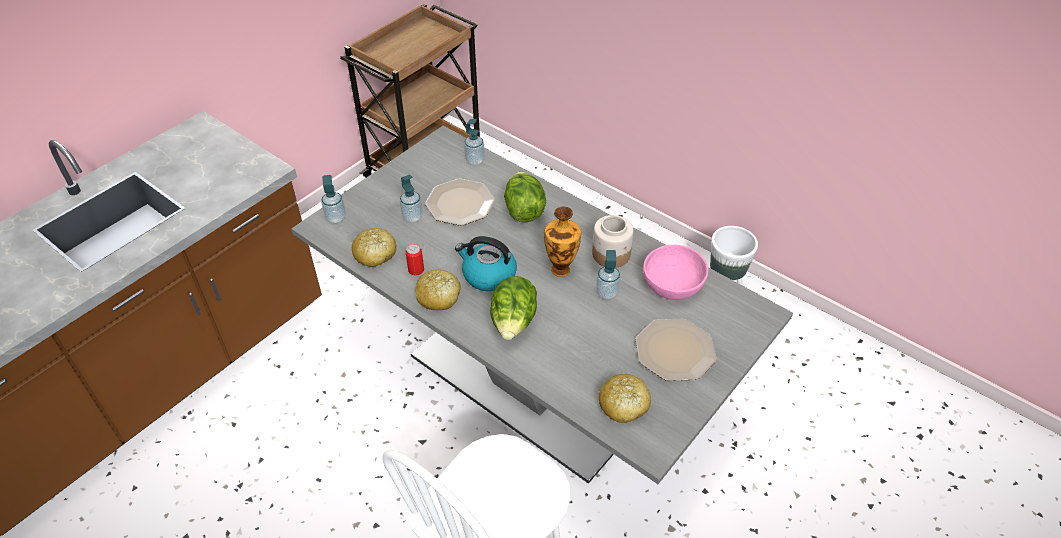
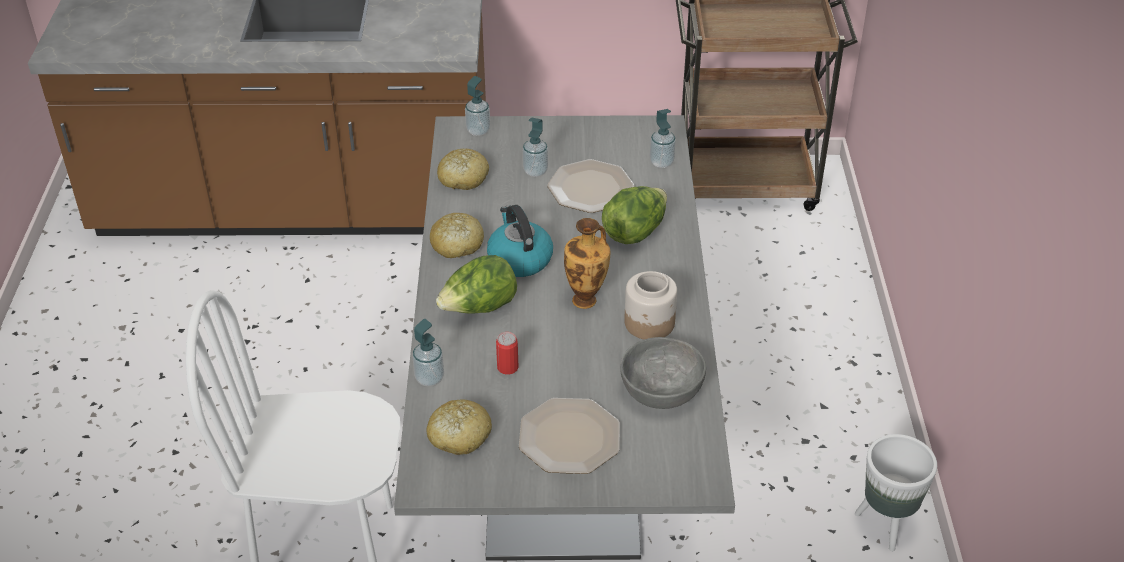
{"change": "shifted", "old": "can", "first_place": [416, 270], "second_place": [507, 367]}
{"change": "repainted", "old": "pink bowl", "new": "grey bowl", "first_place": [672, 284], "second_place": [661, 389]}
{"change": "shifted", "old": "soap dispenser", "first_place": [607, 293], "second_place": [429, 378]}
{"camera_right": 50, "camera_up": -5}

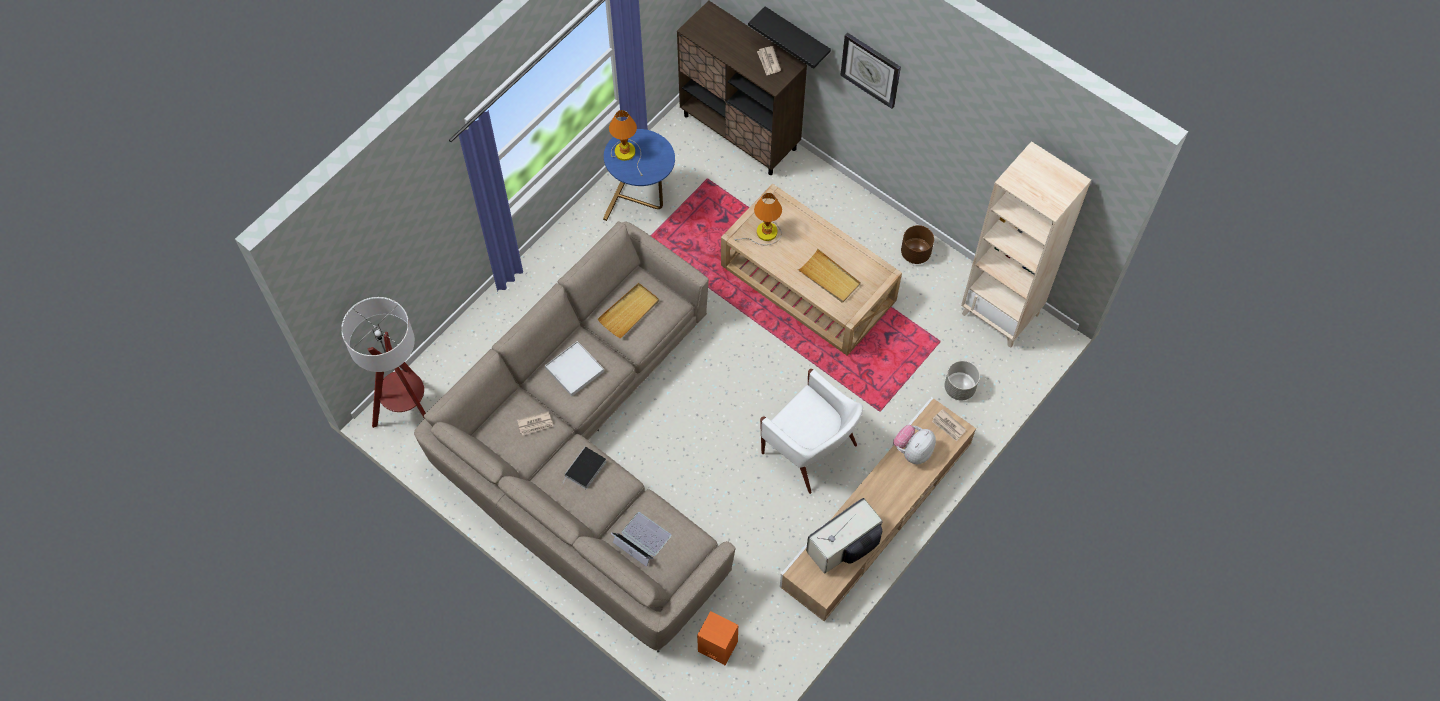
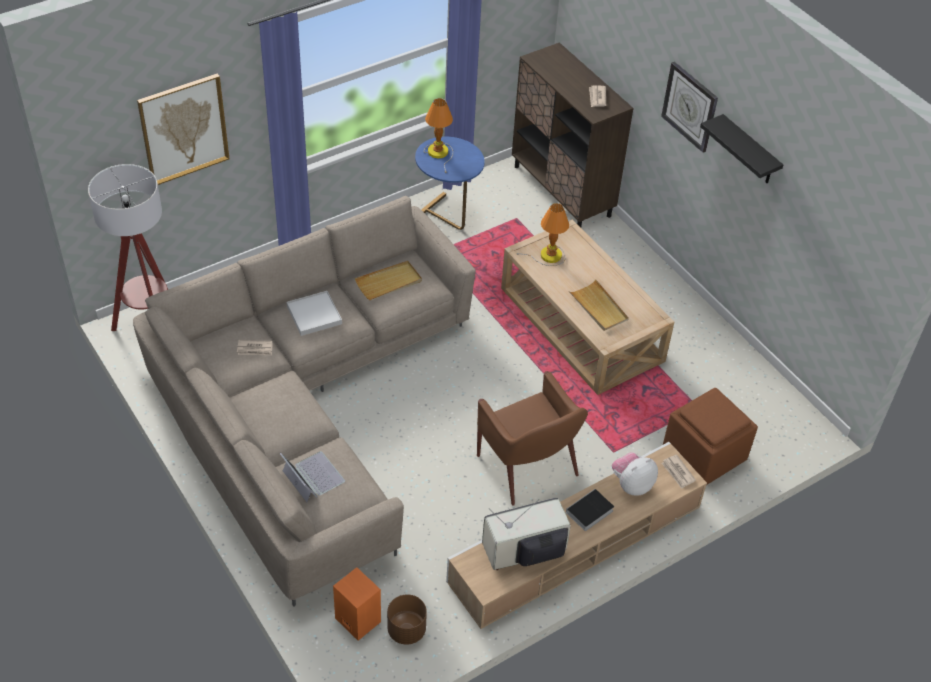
{"change": "shifted", "old": "black shelf", "first_place": [797, 37], "second_place": [749, 151]}
{"change": "gone", "old": "beige bookcase", "first_place": [1001, 314]}
{"change": "shifted", "old": "brown planter", "first_place": [915, 253], "second_place": [406, 630]}
{"change": "swapped", "old": "grey planter", "new": "brown ottoman", "first_place": [959, 388], "second_place": [705, 454]}
{"change": "repainted", "old": "white armchair", "new": "brown armchair", "first_place": [810, 451], "second_place": [528, 467]}
{"change": "shifted", "old": "book", "first_place": [585, 470], "second_place": [588, 512]}
{"change": "new", "new": "picture", "second_place": [184, 129]}
{"camera_right": 15, "camera_up": -15}

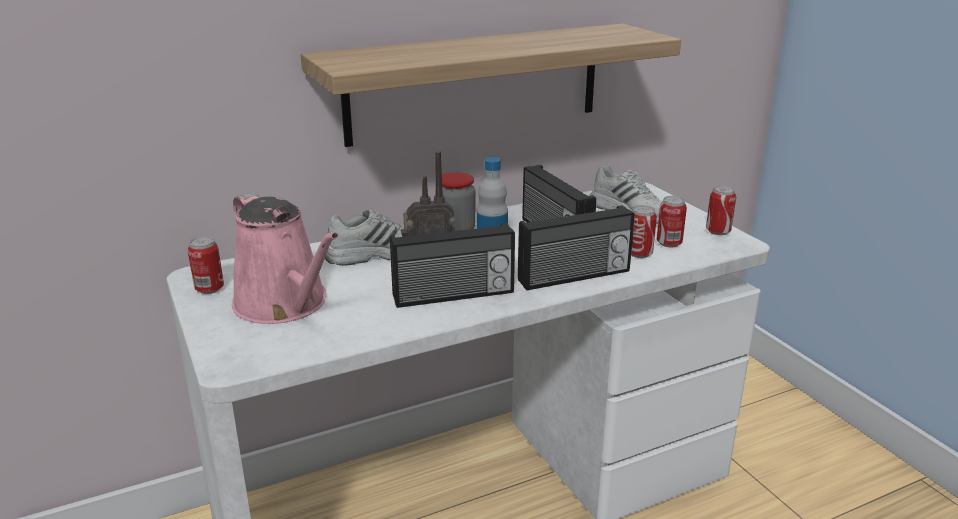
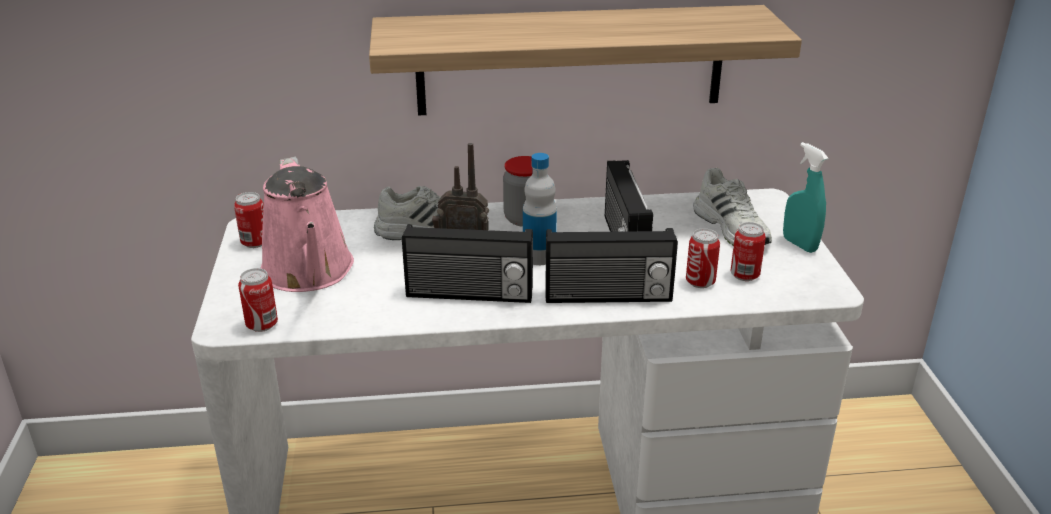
{"change": "shifted", "old": "can", "first_place": [718, 231], "second_place": [262, 325]}
{"change": "new", "new": "turquoise spray bottle", "second_place": [799, 244]}
{"camera_right": 20, "camera_up": 5}

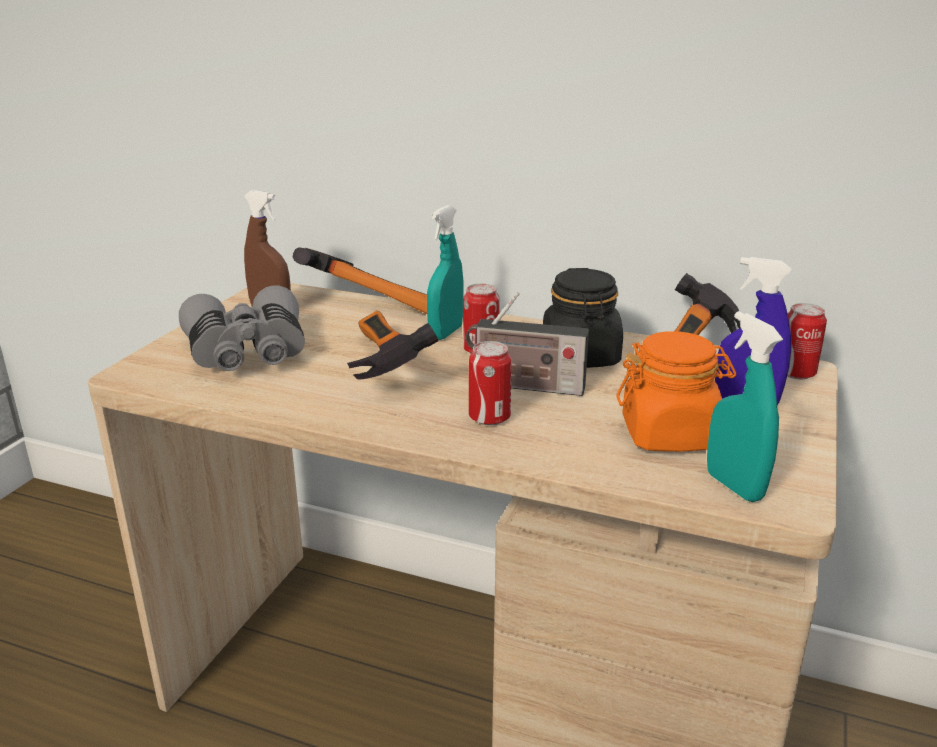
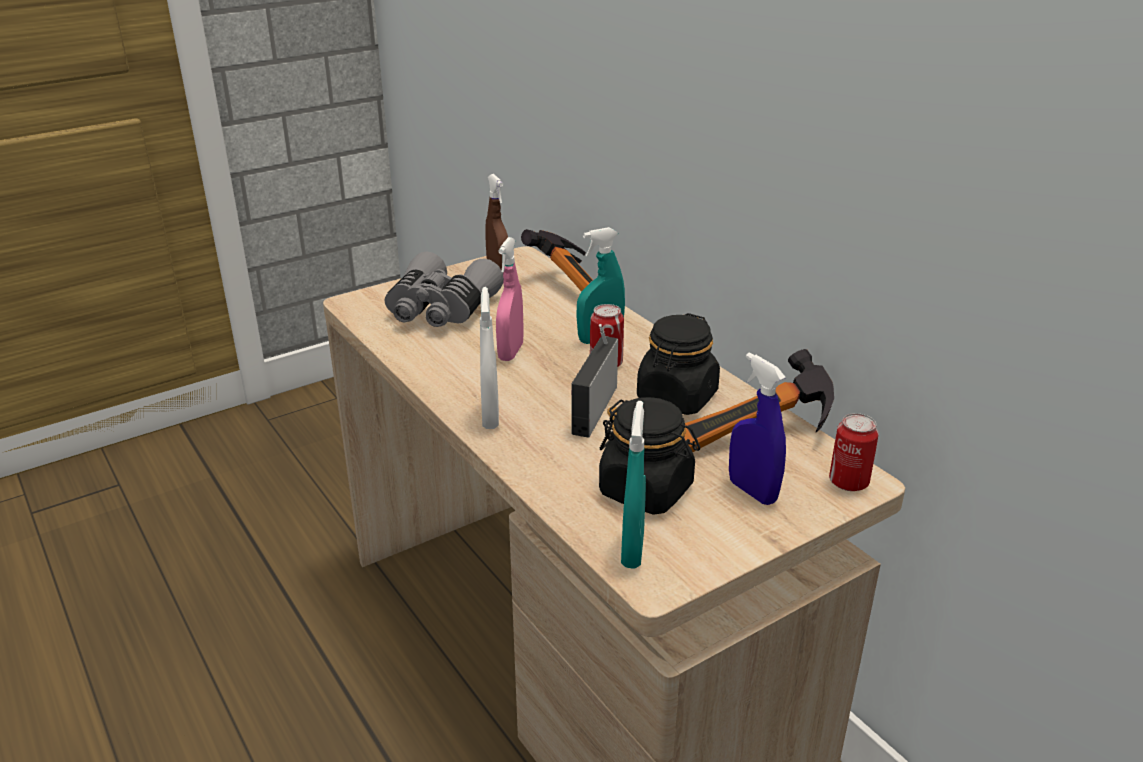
{"change": "rotated", "old": "radio", "first_place": [524, 386], "second_place": [595, 407], "degrees": 60}
{"change": "swapped", "old": "hammer", "new": "pink spray bottle", "first_place": [377, 367], "second_place": [510, 352]}
{"change": "repainted", "old": "orange jar", "new": "black jar", "first_place": [669, 435], "second_place": [646, 490]}
{"change": "gone", "old": "can", "first_place": [489, 417]}
{"change": "new", "new": "white spray bottle", "second_place": [490, 417]}
{"camera_right": 35, "camera_up": 5}

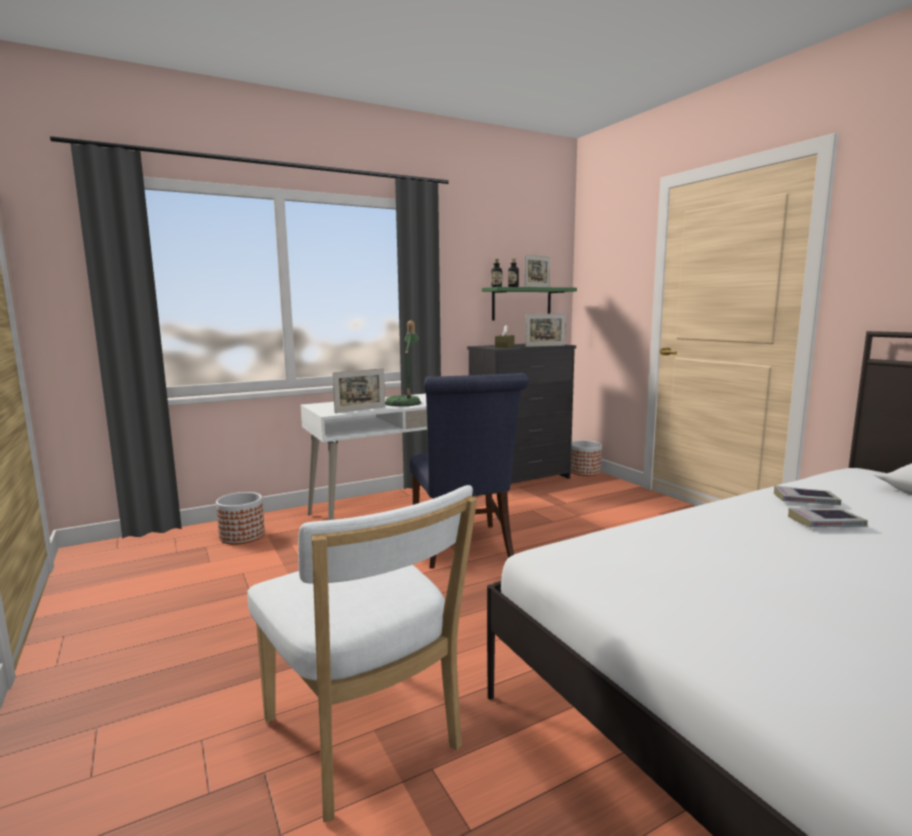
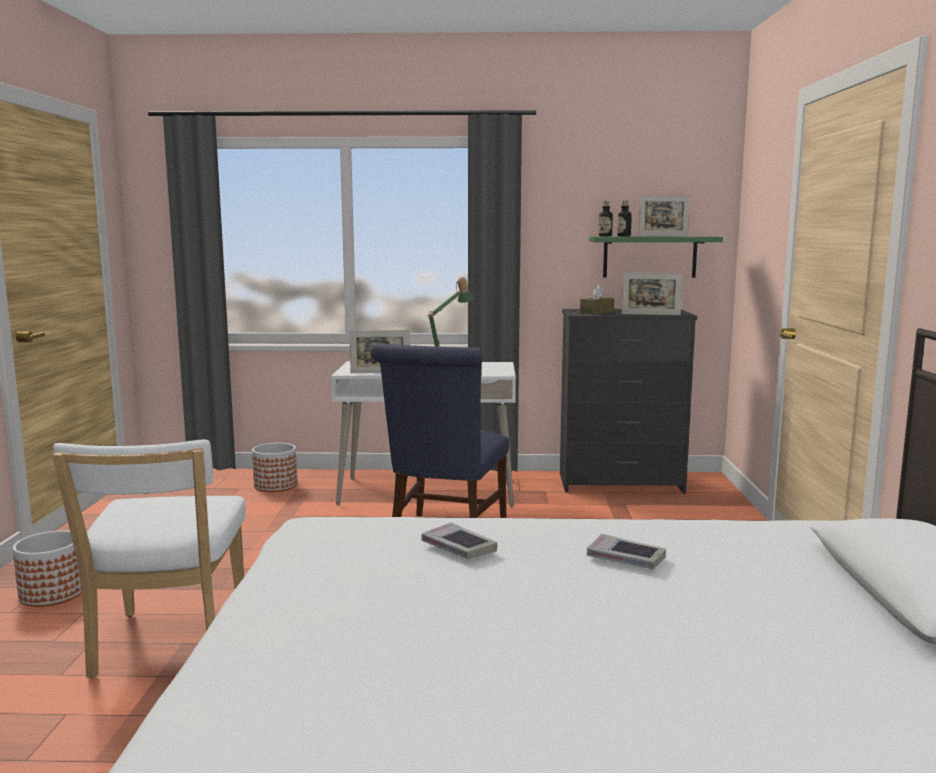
{"change": "shifted", "old": "planter", "first_place": [585, 471], "second_place": [53, 594]}
{"change": "shifted", "old": "book", "first_place": [805, 501], "second_place": [458, 547]}
{"camera_right": 30, "camera_up": 0}

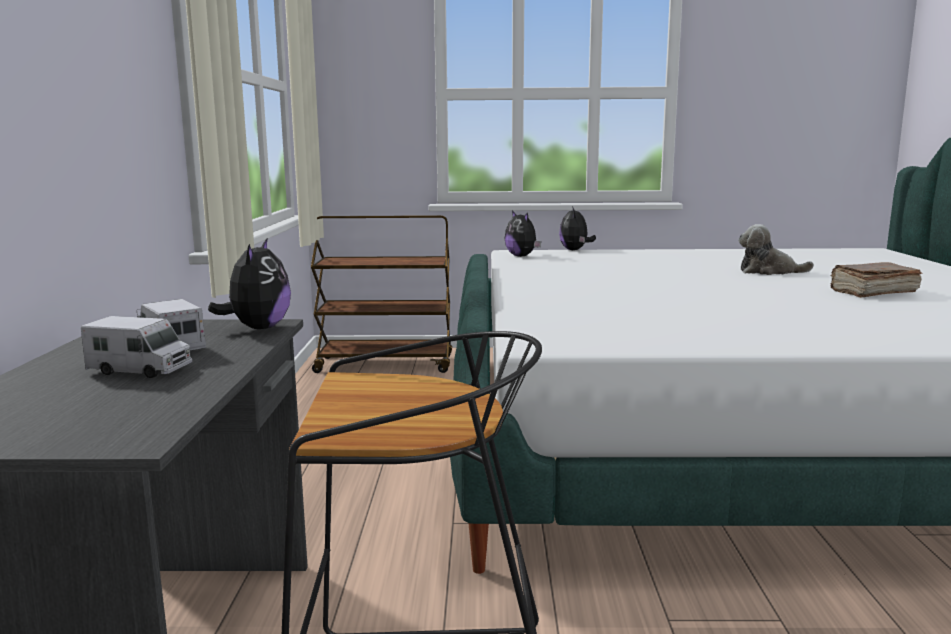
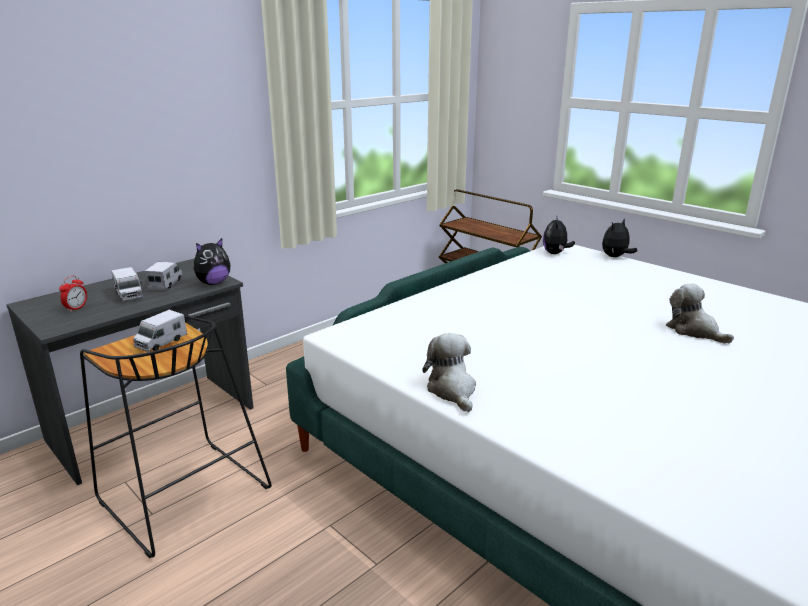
{"change": "gone", "old": "brown book", "first_place": [872, 292]}
{"change": "new", "new": "alarm clock", "second_place": [76, 308]}
{"change": "new", "new": "toy truck", "second_place": [161, 342]}
{"change": "new", "new": "plush toy", "second_place": [452, 390]}
{"camera_right": 45, "camera_up": 10}

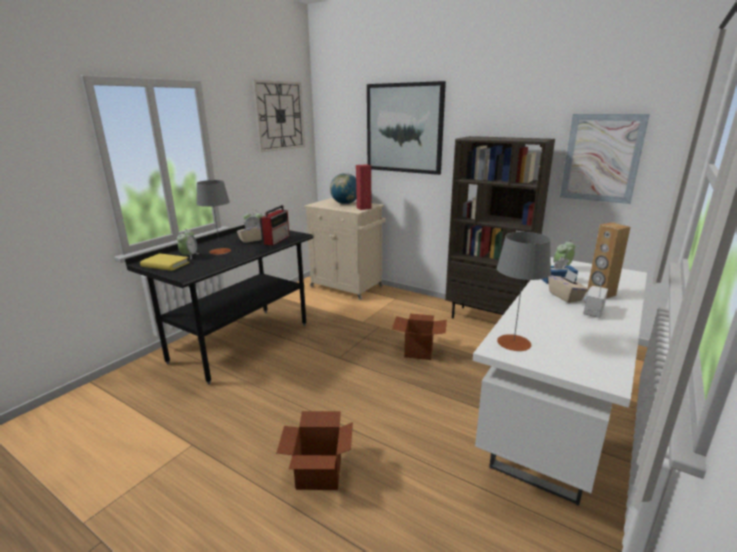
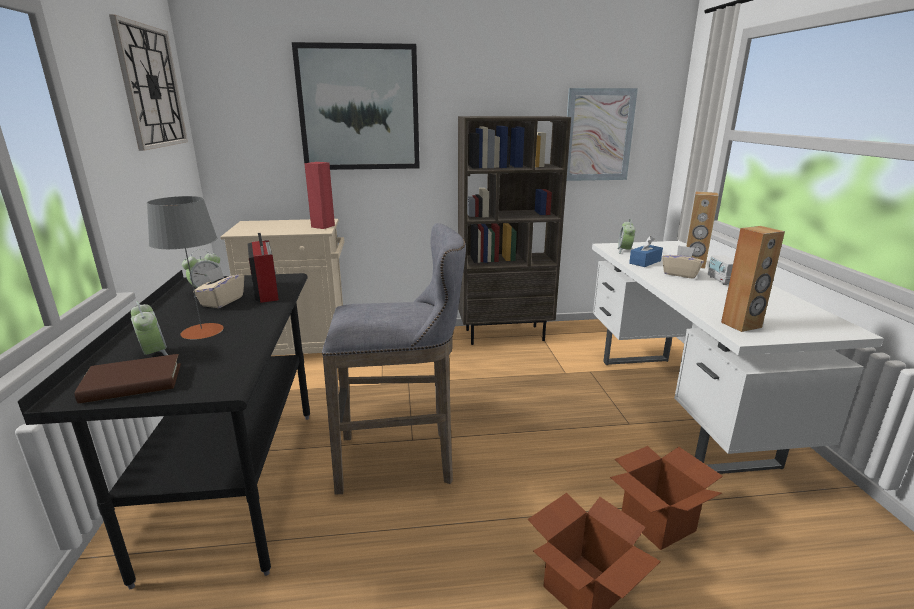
{"change": "gone", "old": "globe", "first_place": [345, 203]}
{"change": "swapped", "old": "grey table lamp", "new": "brown speaker", "first_place": [513, 343], "second_place": [741, 325]}
{"change": "repainted", "old": "yellow book", "new": "brown book", "first_place": [165, 264], "second_place": [132, 383]}
{"change": "shifted", "old": "cardboard box", "first_place": [419, 351], "second_place": [658, 523]}
{"change": "new", "new": "grey stool", "second_place": [402, 460]}
{"camera_right": -40, "camera_up": 0}

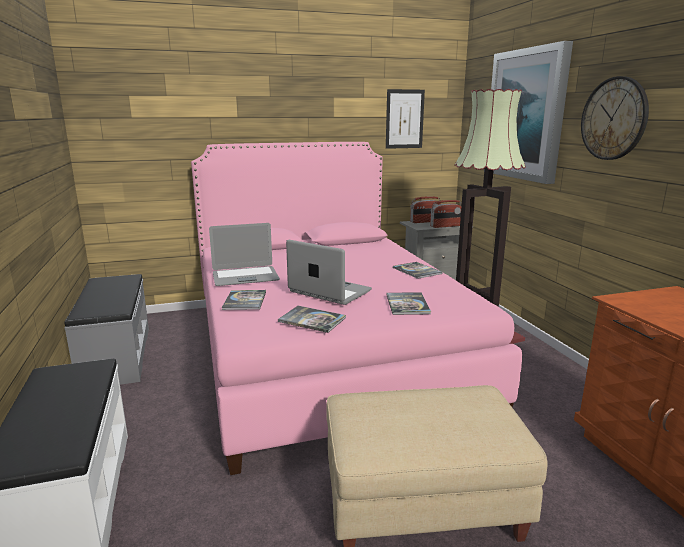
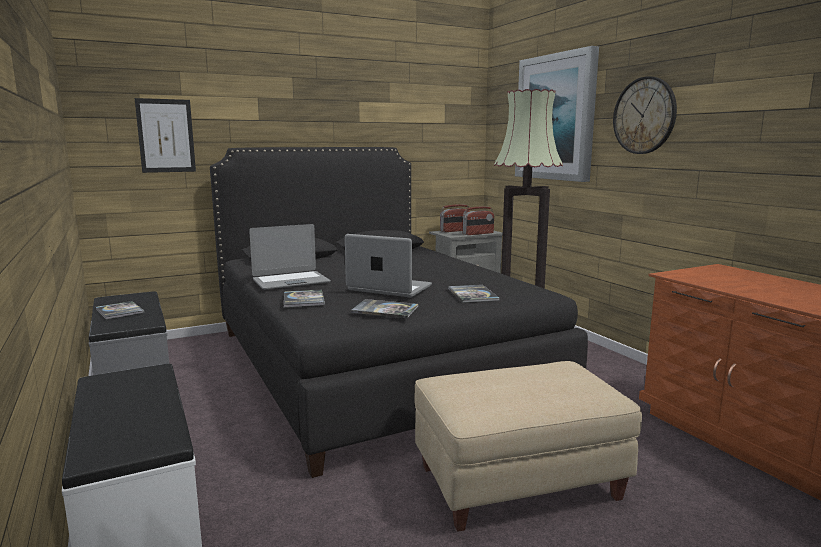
{"change": "shifted", "old": "picture", "first_place": [404, 119], "second_place": [166, 136]}
{"change": "repainted", "old": "pink bed", "new": "black bed", "first_place": [325, 353], "second_place": [373, 364]}
{"change": "shifted", "old": "book", "first_place": [416, 271], "second_place": [119, 311]}
{"camera_right": -10, "camera_up": -5}

